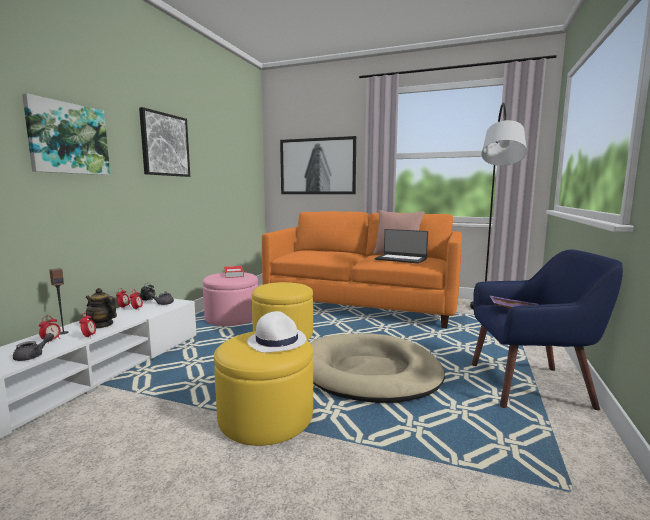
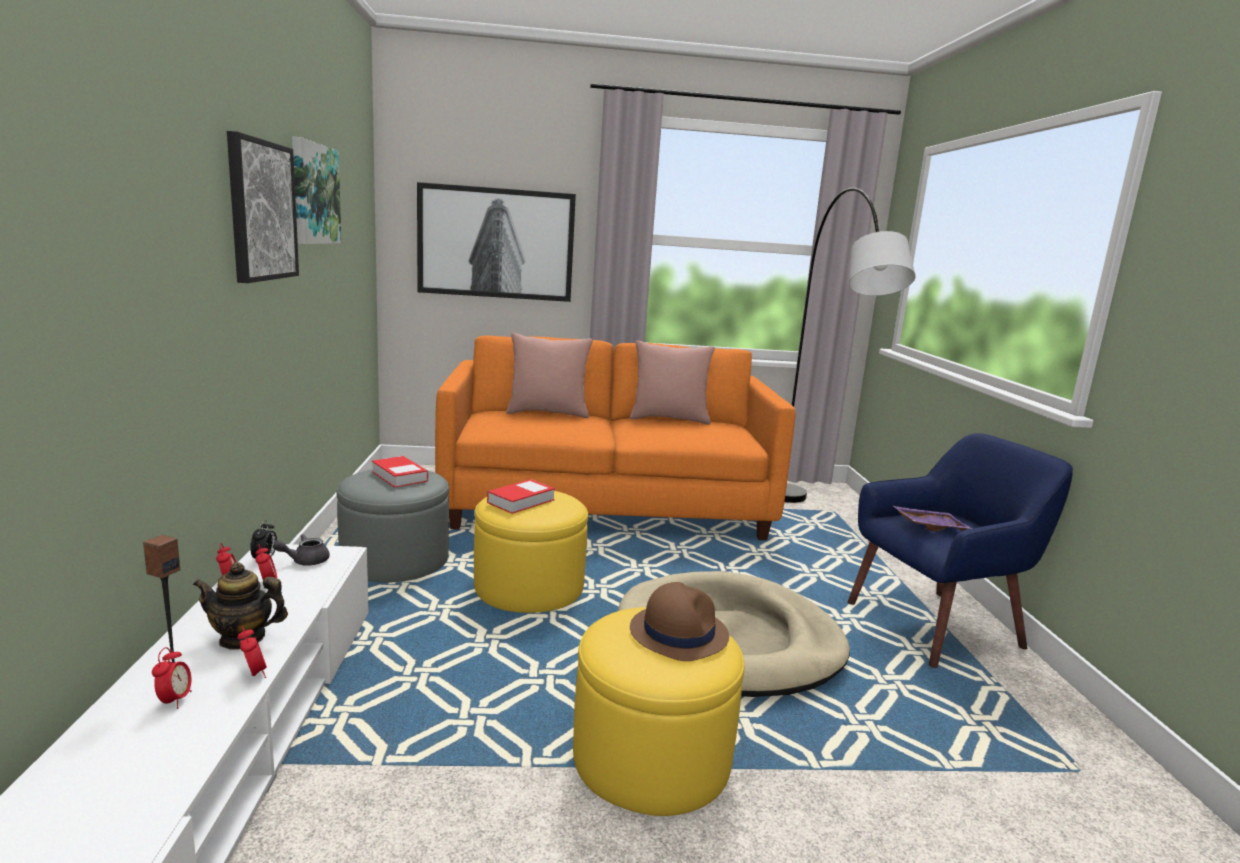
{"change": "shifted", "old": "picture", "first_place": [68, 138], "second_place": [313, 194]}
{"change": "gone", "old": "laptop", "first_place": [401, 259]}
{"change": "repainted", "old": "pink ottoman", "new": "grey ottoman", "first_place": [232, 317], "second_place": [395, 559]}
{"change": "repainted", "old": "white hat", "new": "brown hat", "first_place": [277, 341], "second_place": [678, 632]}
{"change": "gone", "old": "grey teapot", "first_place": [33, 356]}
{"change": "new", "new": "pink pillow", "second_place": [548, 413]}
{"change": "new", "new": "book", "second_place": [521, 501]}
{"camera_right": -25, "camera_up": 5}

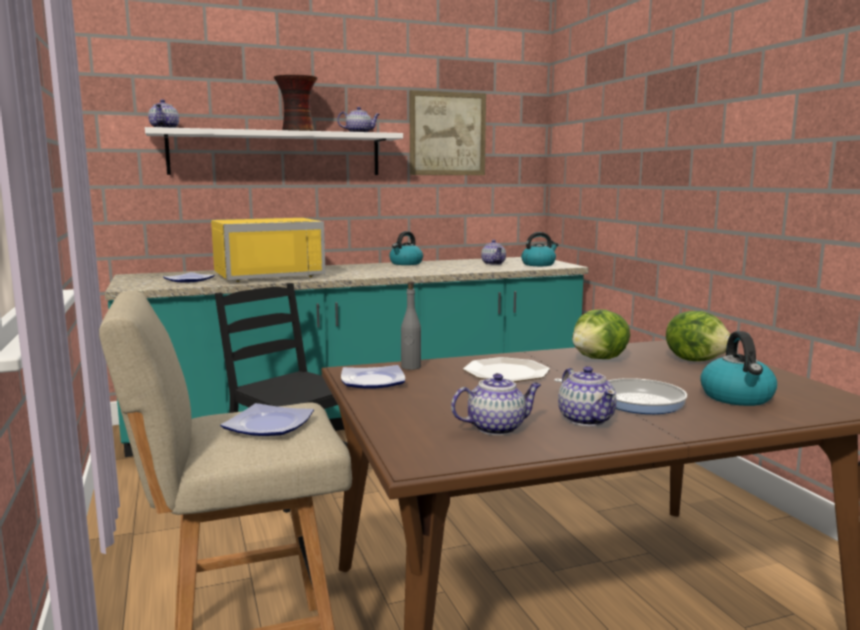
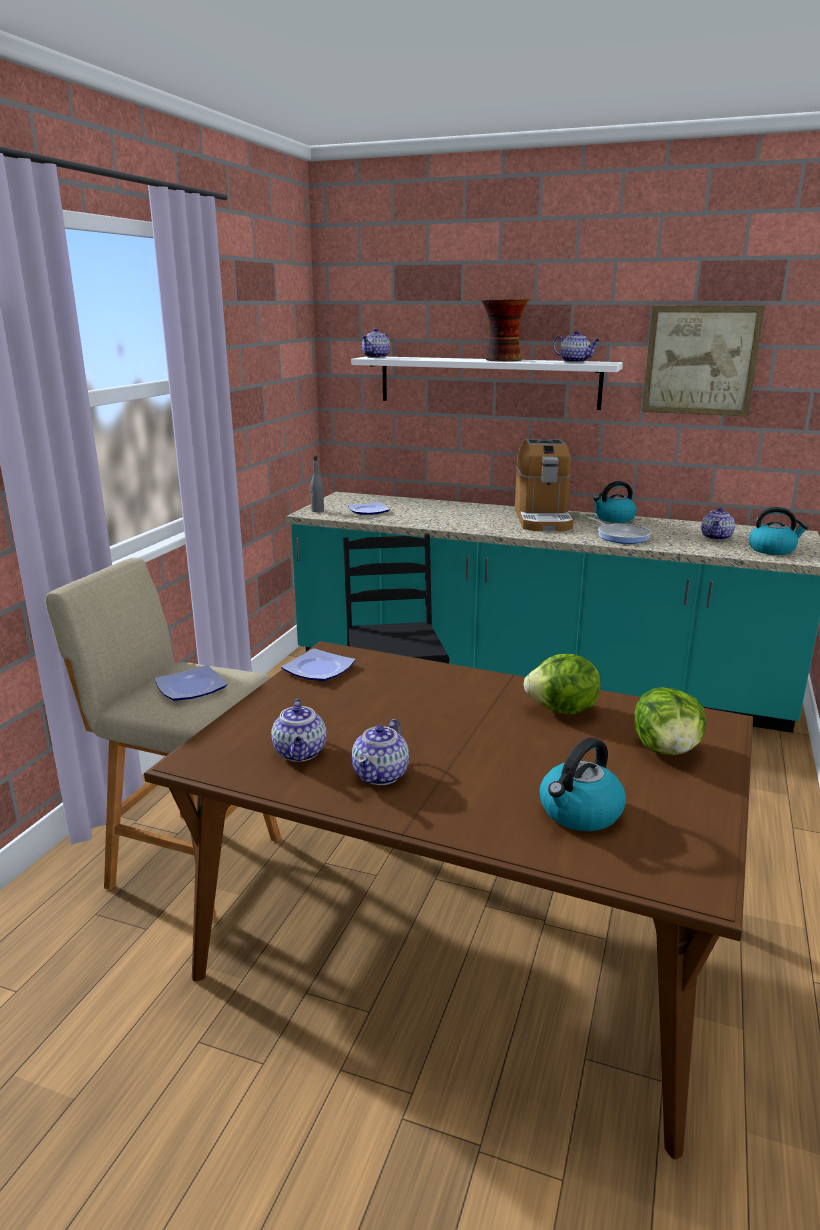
{"change": "gone", "old": "yellow microwave", "first_place": [267, 275]}
{"change": "shifted", "old": "grey bottle", "first_place": [411, 367], "second_place": [317, 510]}
{"change": "gone", "old": "plate", "first_place": [505, 372]}
{"change": "rotated", "old": "teapot", "first_place": [497, 428], "second_place": [300, 753], "degrees": 60}
{"change": "shifted", "old": "frying pan", "first_place": [634, 401], "second_place": [621, 536]}
{"change": "new", "new": "coffee machine", "second_place": [542, 519]}
{"camera_right": 40, "camera_up": 10}

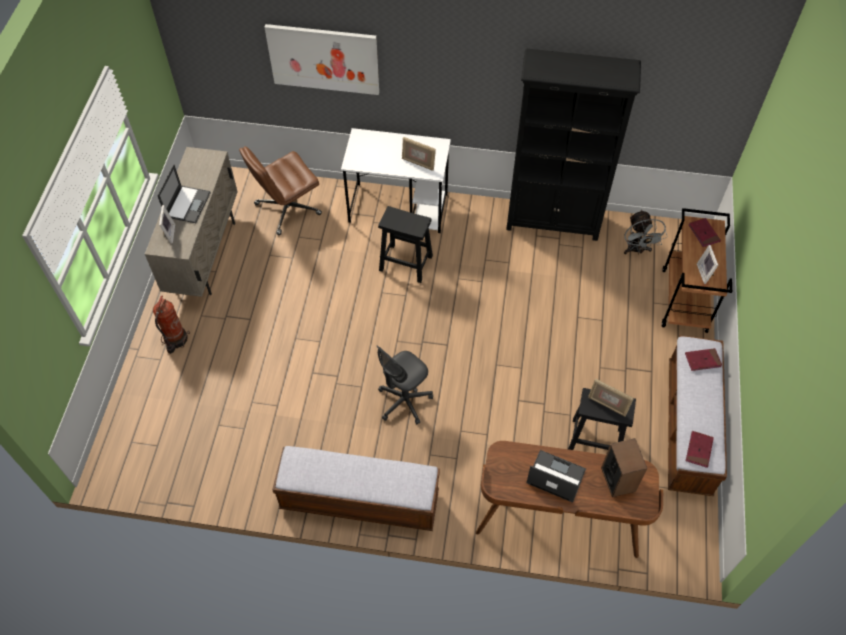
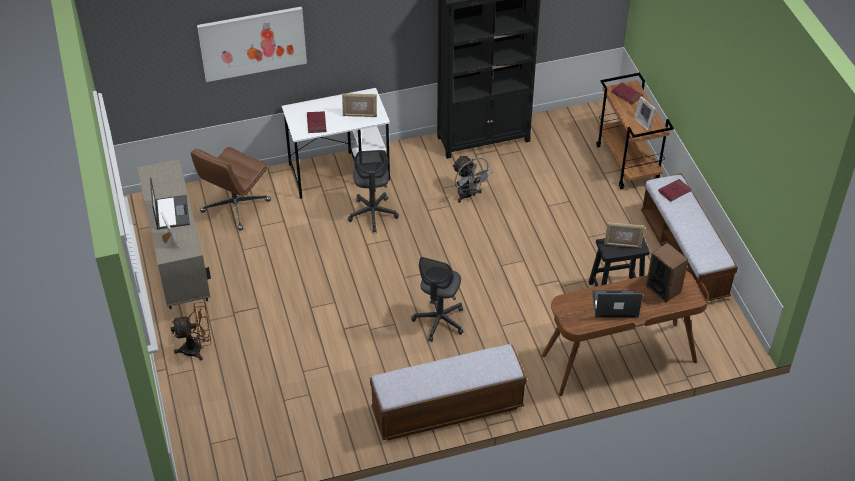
{"change": "swapped", "old": "black stool", "new": "grey office chair", "first_place": [405, 263], "second_place": [373, 214]}
{"change": "shifted", "old": "grey fan", "first_place": [637, 250], "second_place": [468, 195]}
{"change": "swapped", "old": "fire extinguisher", "new": "brown fan", "first_place": [175, 340], "second_place": [197, 349]}
{"change": "shifted", "old": "red book", "first_place": [699, 450], "second_place": [316, 123]}
{"camera_right": -25, "camera_up": -10}

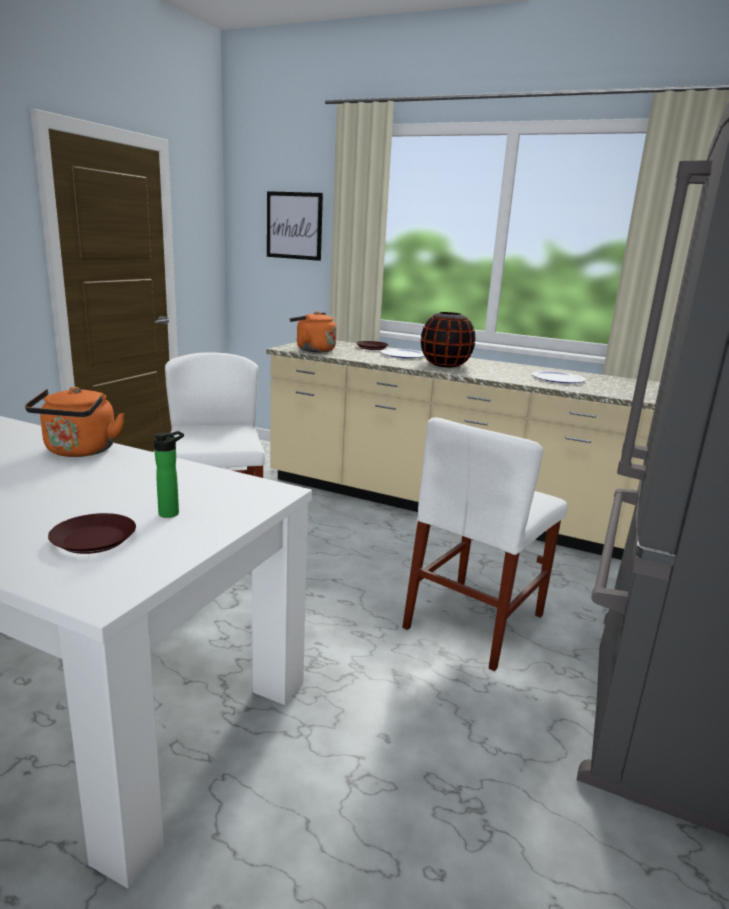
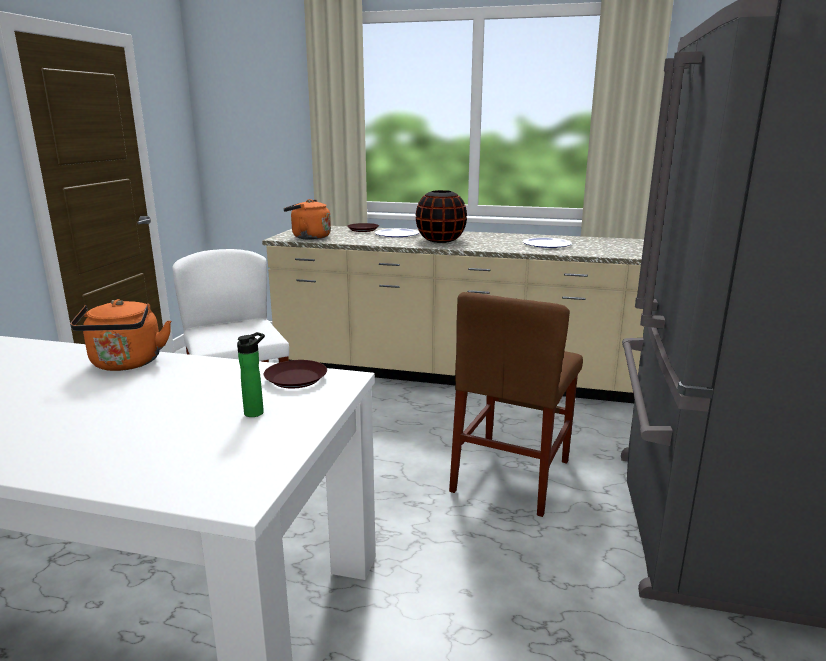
{"change": "gone", "old": "picture", "first_place": [294, 226]}
{"change": "repainted", "old": "white chair", "new": "brown chair", "first_place": [475, 621], "second_place": [511, 475]}
{"change": "shifted", "old": "brown plate", "first_place": [94, 540], "second_place": [296, 379]}
{"camera_right": -10, "camera_up": 0}

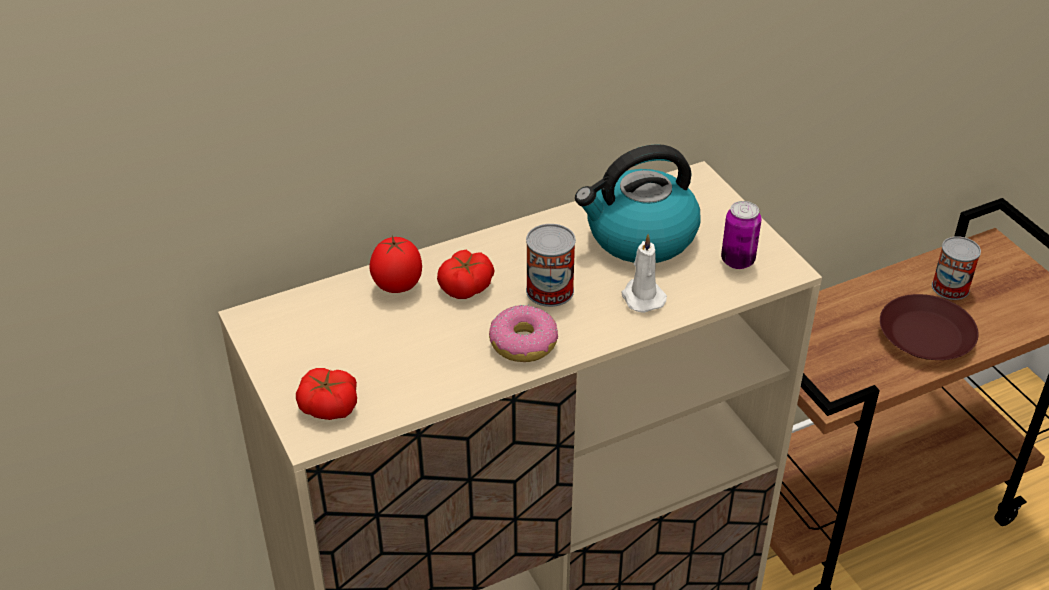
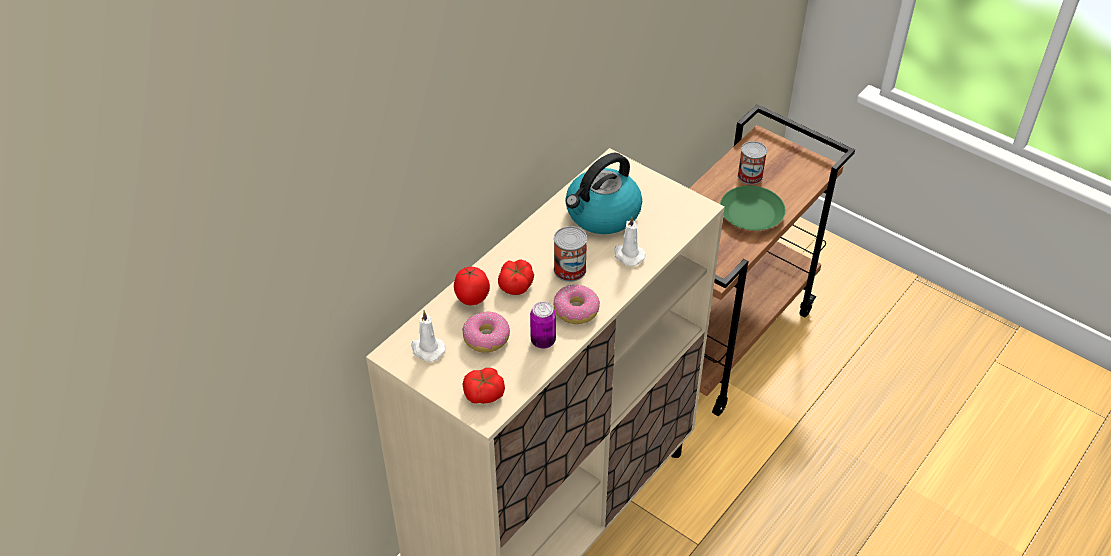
{"change": "shifted", "old": "can", "first_place": [737, 261], "second_place": [543, 341]}
{"change": "repainted", "old": "brown plate", "new": "green plate", "first_place": [927, 336], "second_place": [752, 214]}
{"change": "new", "new": "white candle", "second_place": [427, 349]}
{"change": "new", "new": "donut", "second_place": [486, 338]}
{"camera_right": -25, "camera_up": 5}

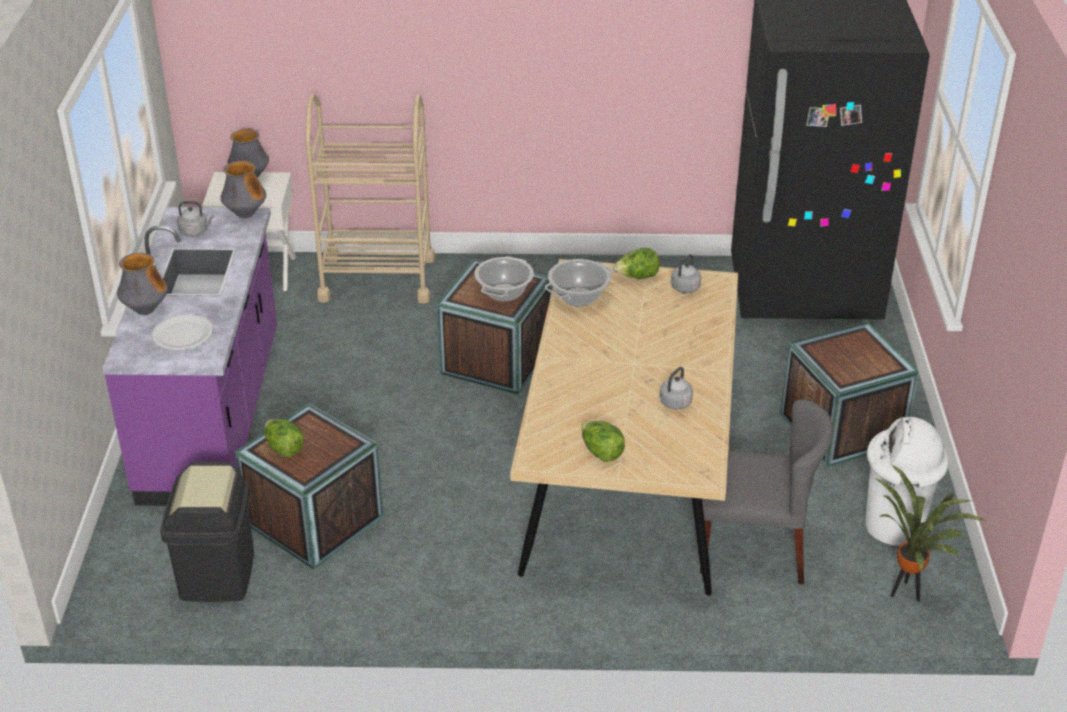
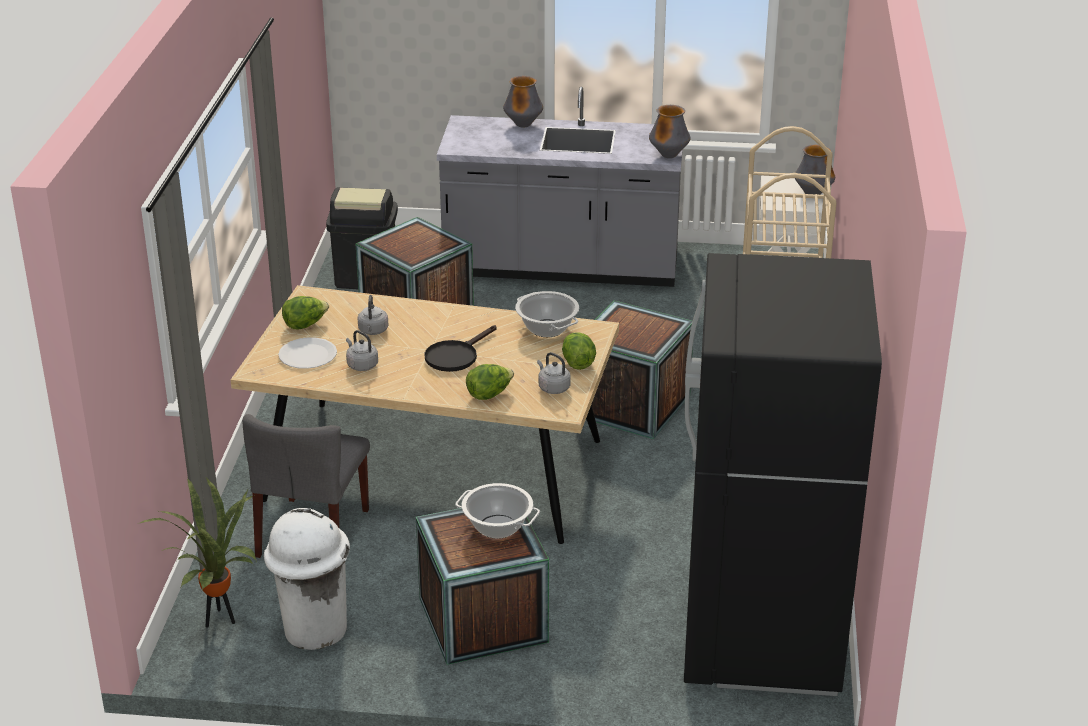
{"change": "shifted", "old": "grey kettle", "first_place": [195, 231], "second_place": [373, 331]}
{"change": "repainted", "old": "purple counter", "new": "grey counter", "first_place": [214, 416], "second_place": [561, 268]}
{"change": "shifted", "old": "cooking pot", "first_place": [504, 293], "second_place": [497, 527]}
{"change": "shifted", "old": "white plate", "first_place": [182, 334], "second_place": [308, 355]}
{"change": "shifted", "old": "lettuce", "first_place": [284, 449], "second_place": [489, 394]}
{"change": "new", "new": "black frying pan", "second_place": [455, 356]}
{"camera_right": 95, "camera_up": -5}

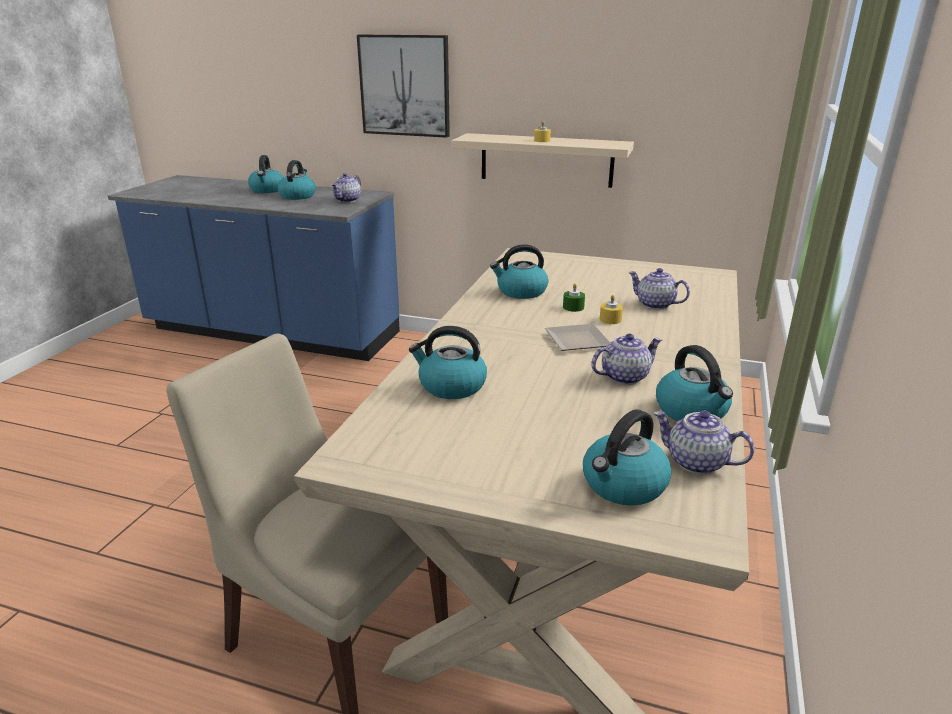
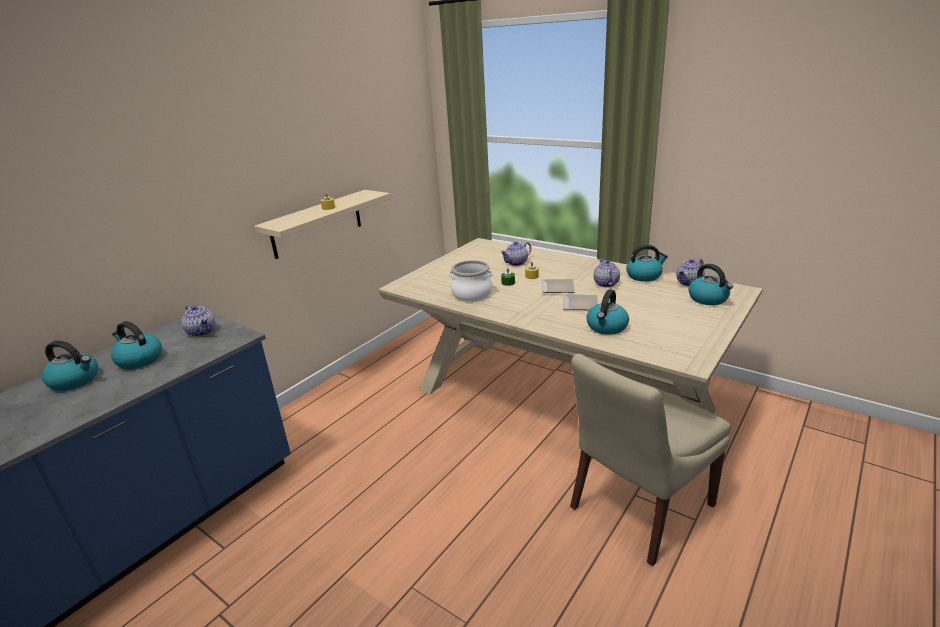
{"change": "gone", "old": "picture", "first_place": [405, 86]}
{"change": "swapped", "old": "kettle", "new": "cooking pot", "first_place": [521, 291], "second_place": [472, 294]}
{"change": "new", "new": "plate", "second_place": [579, 304]}
{"camera_right": -70, "camera_up": 0}

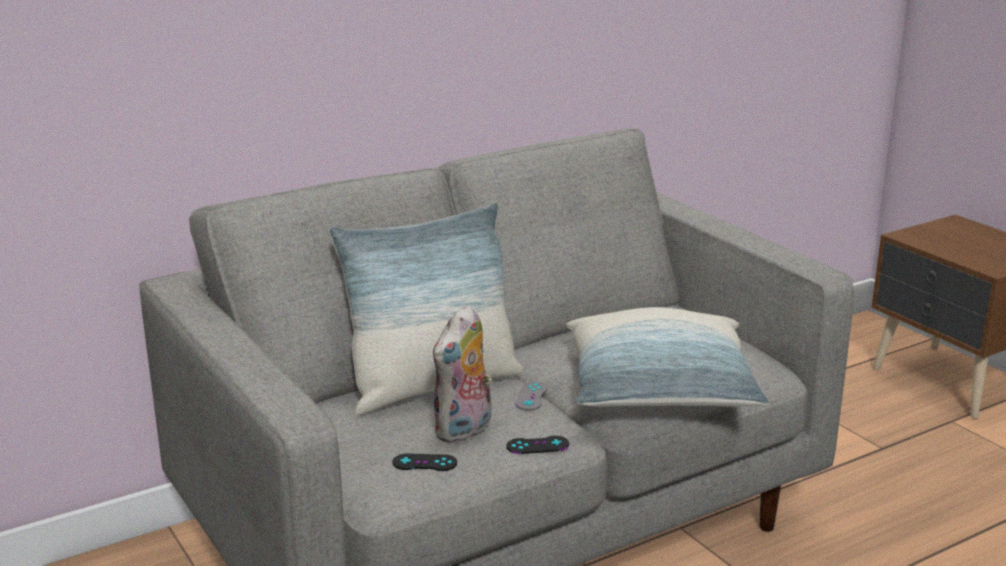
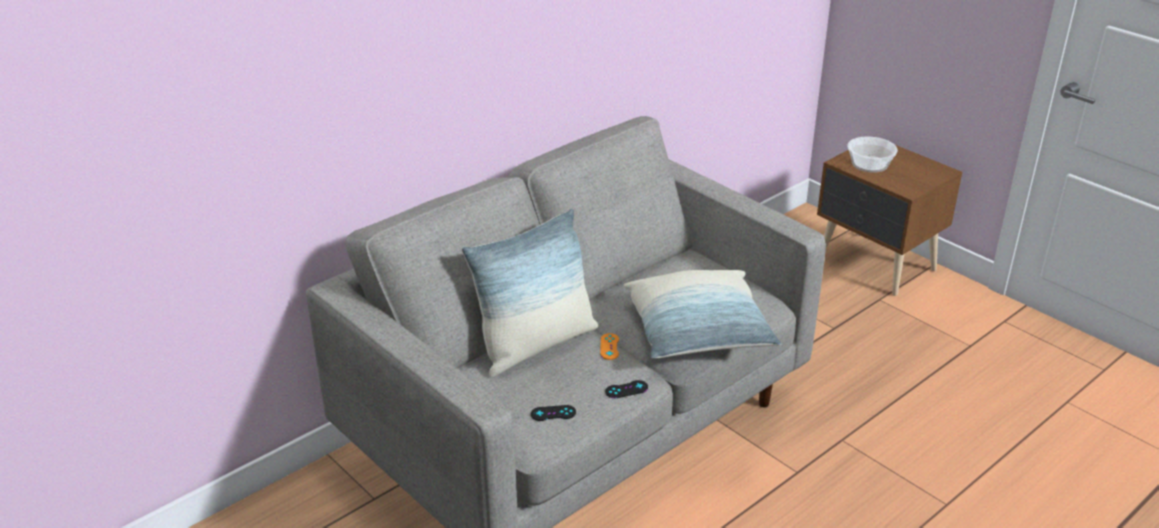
{"change": "gone", "old": "plush toy", "first_place": [464, 431]}
{"change": "repainted", "old": "grey game controller", "new": "orange game controller", "first_place": [531, 396], "second_place": [609, 347]}
{"change": "new", "new": "bowl", "second_place": [869, 164]}
{"camera_right": -10, "camera_up": 10}

